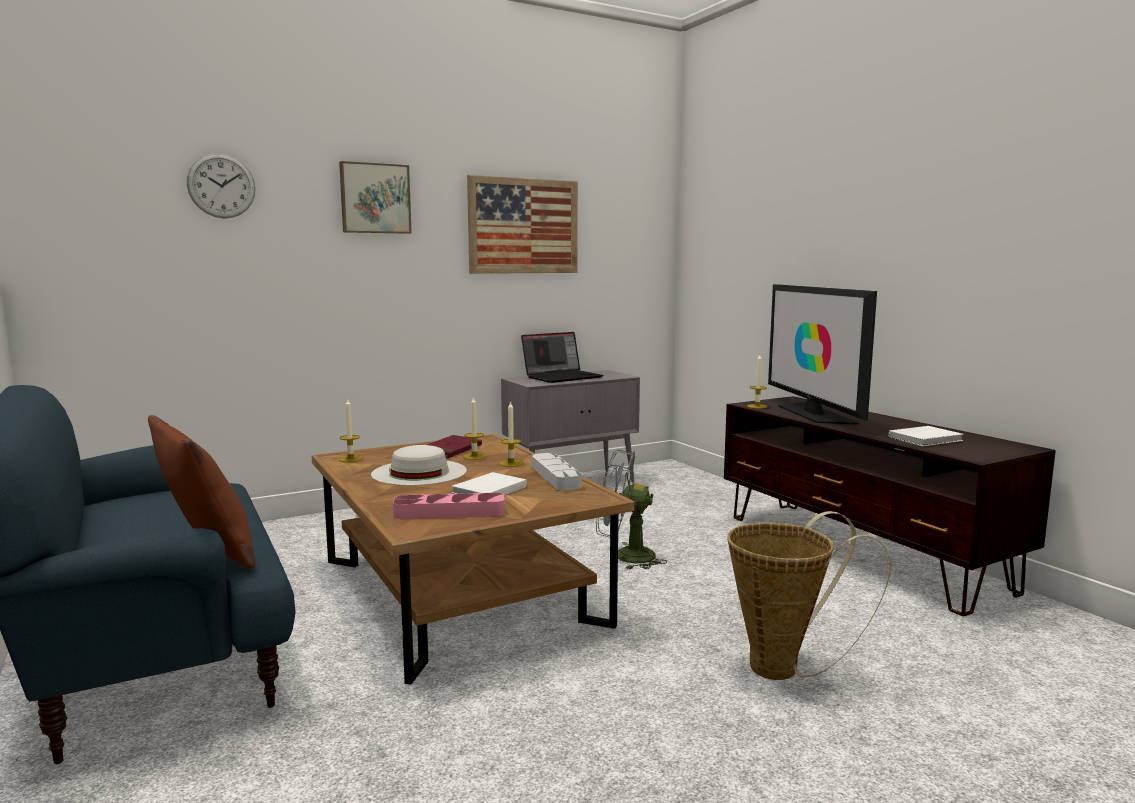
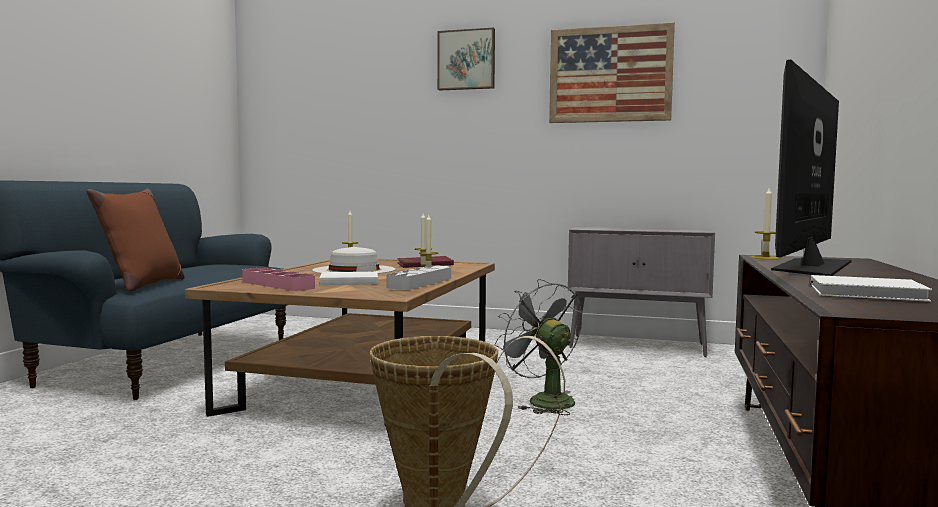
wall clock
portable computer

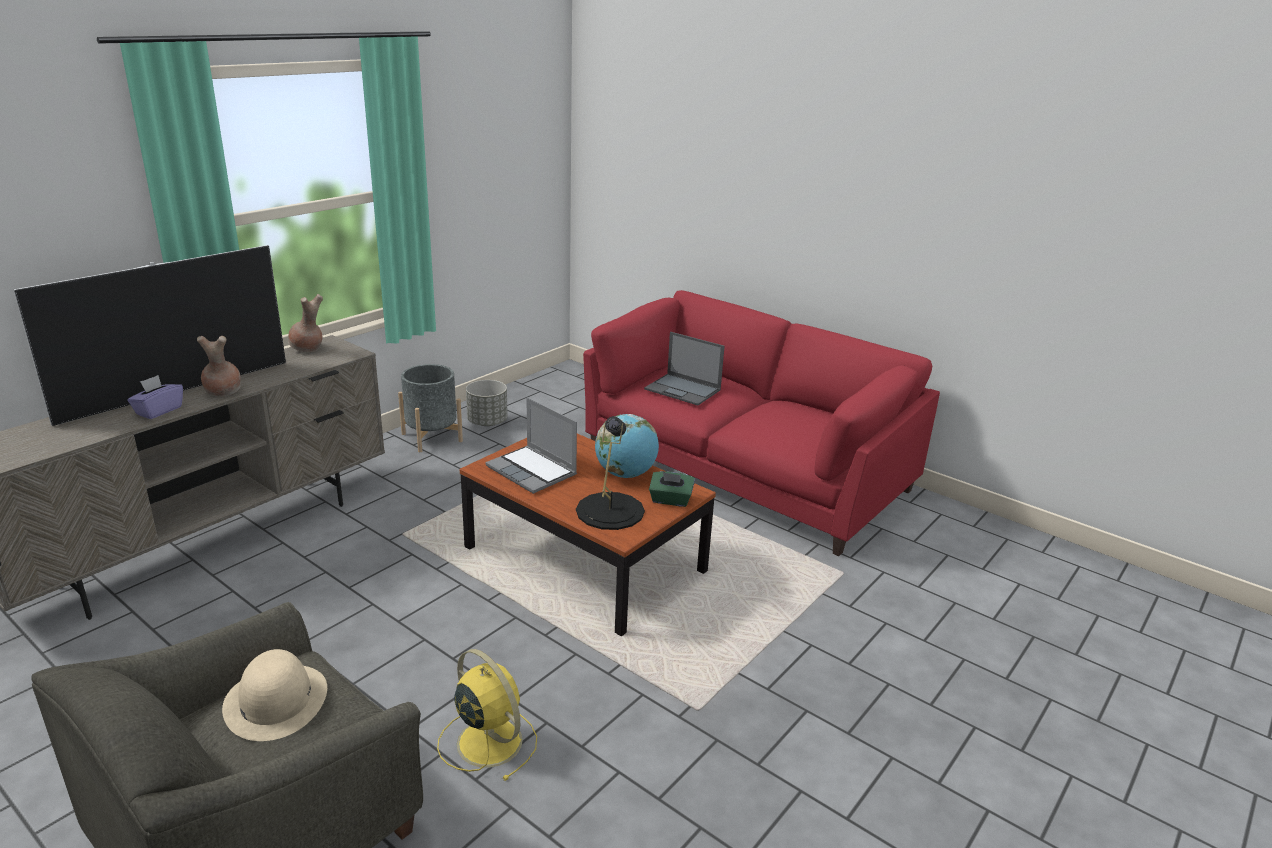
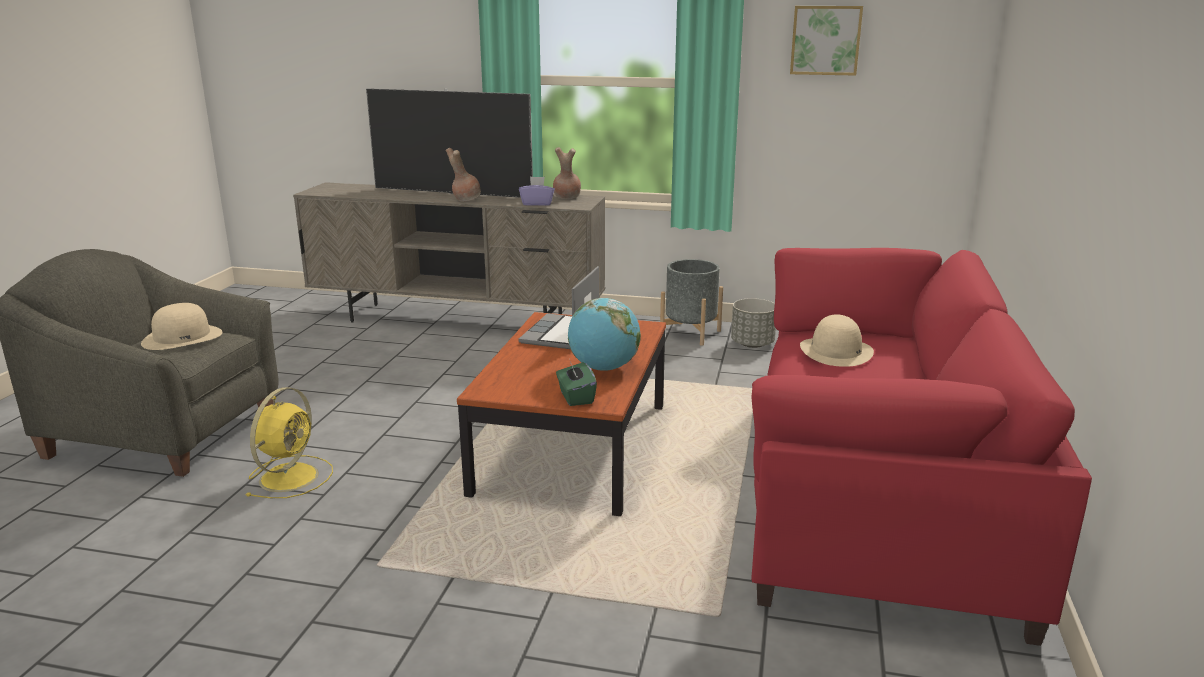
beige hat (2nd from left)
purple tissue box
black-coloured table lamp
picture

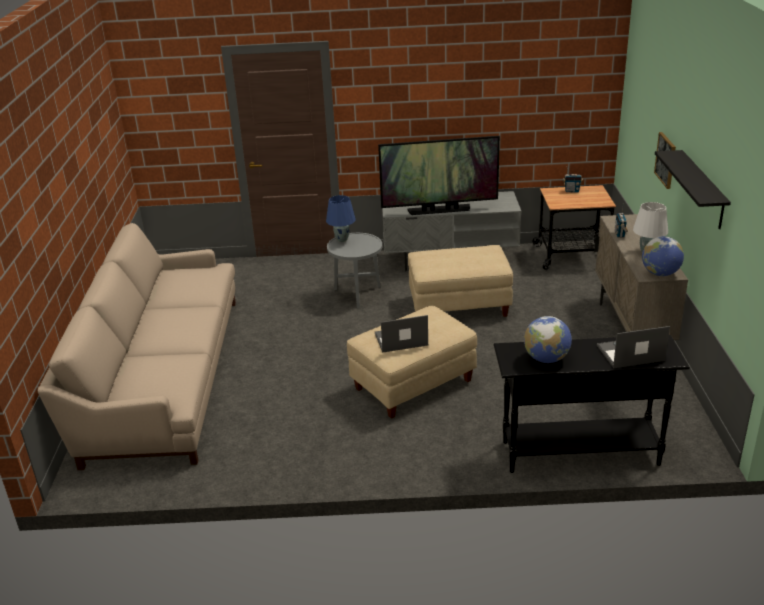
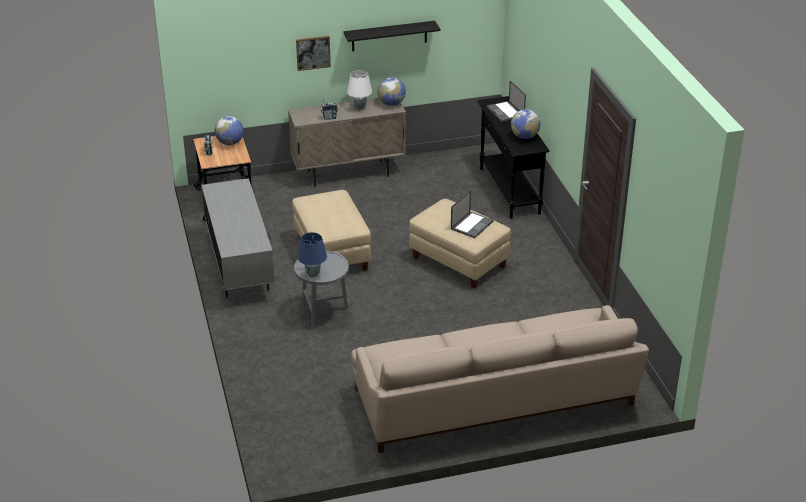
television
portable computer (1st from left)
desk globe (1st from left)

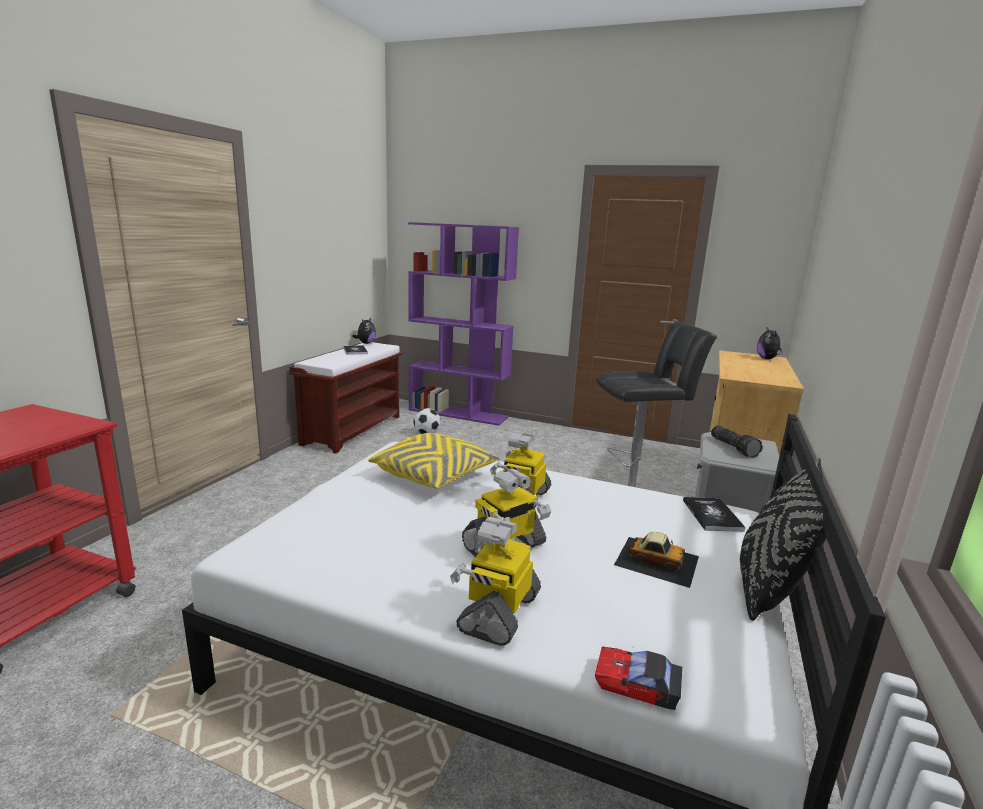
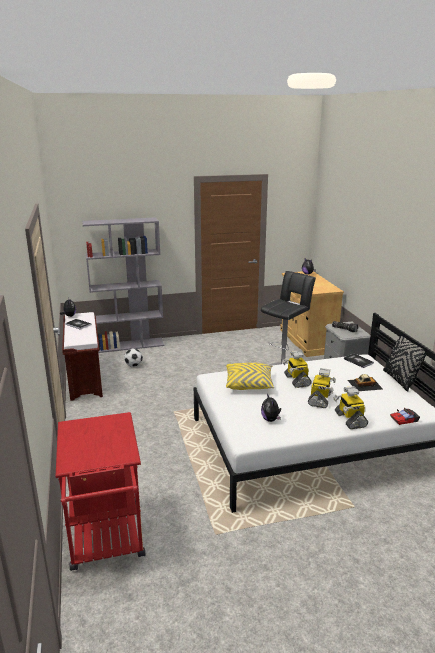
gray bookcase
plush toy (2nd from left)

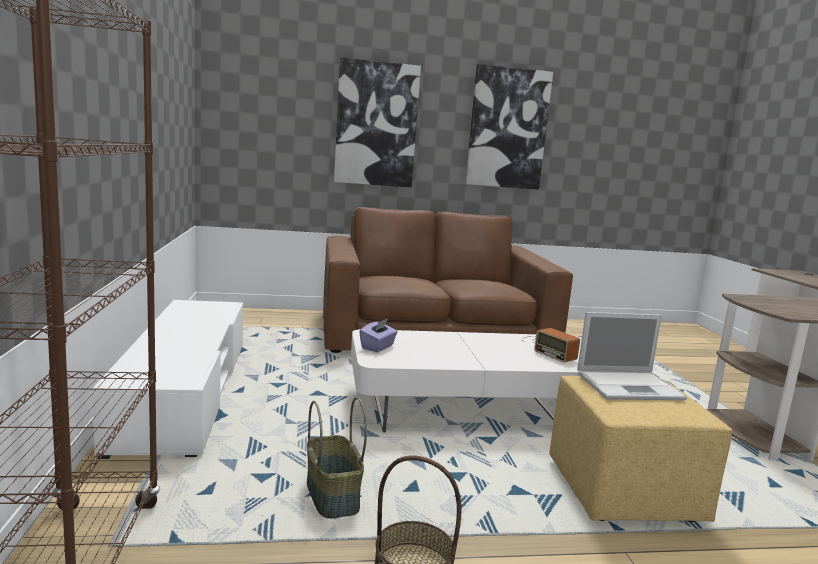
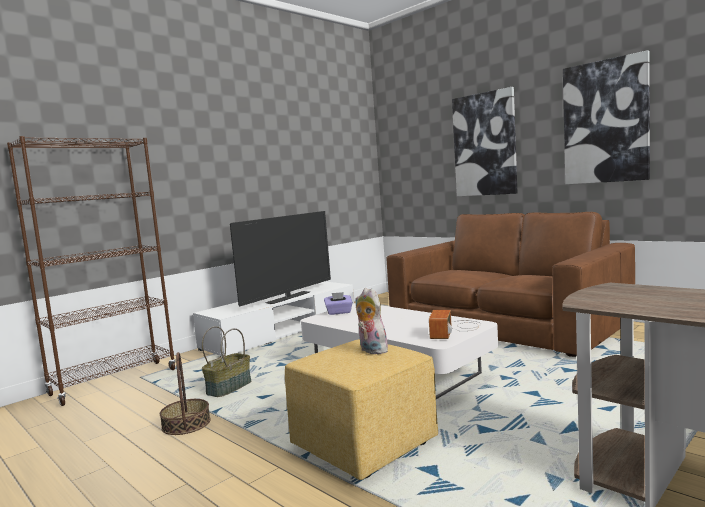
plush toy
television

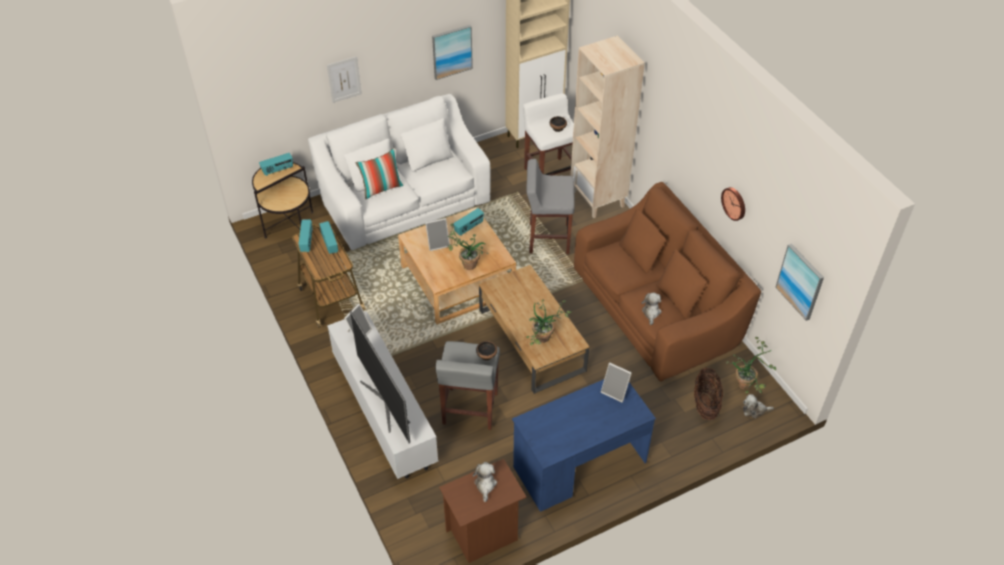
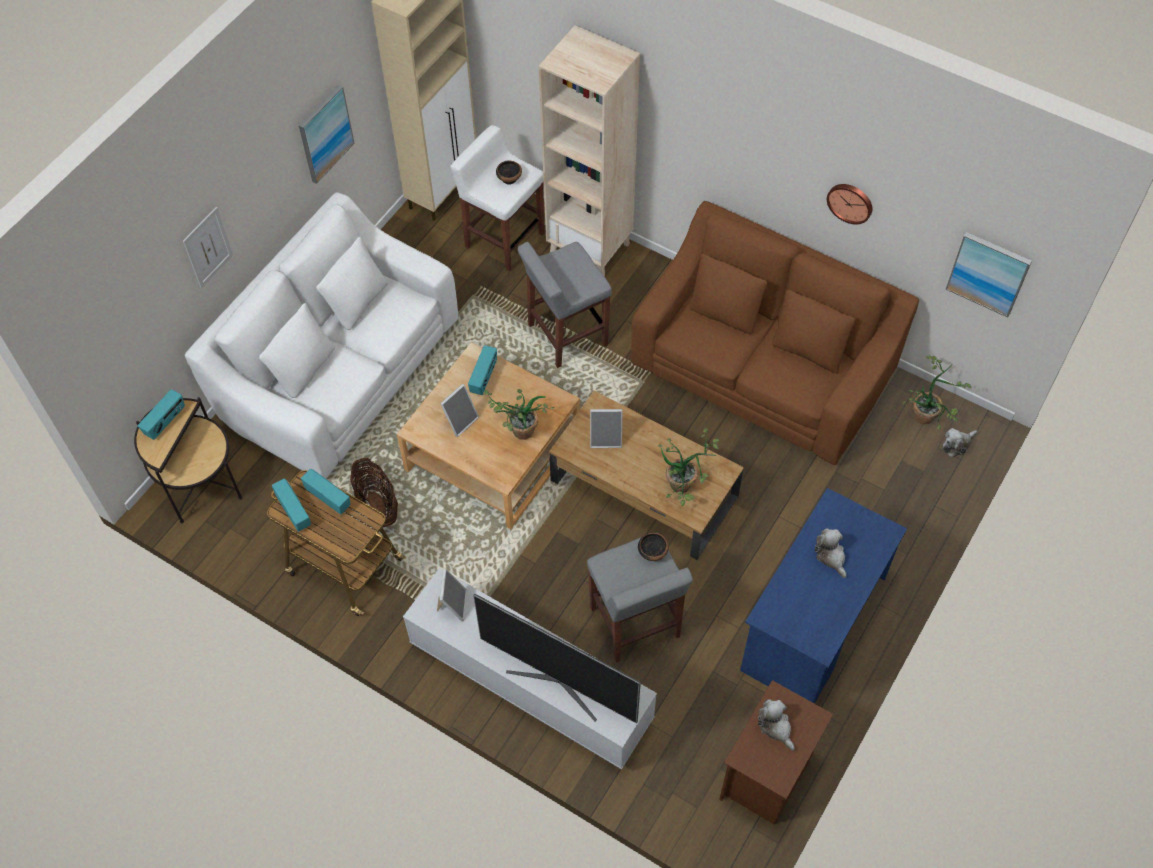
throw pillow
plush toy (2nd from left)
picture frame (3rd from left)
storage basket

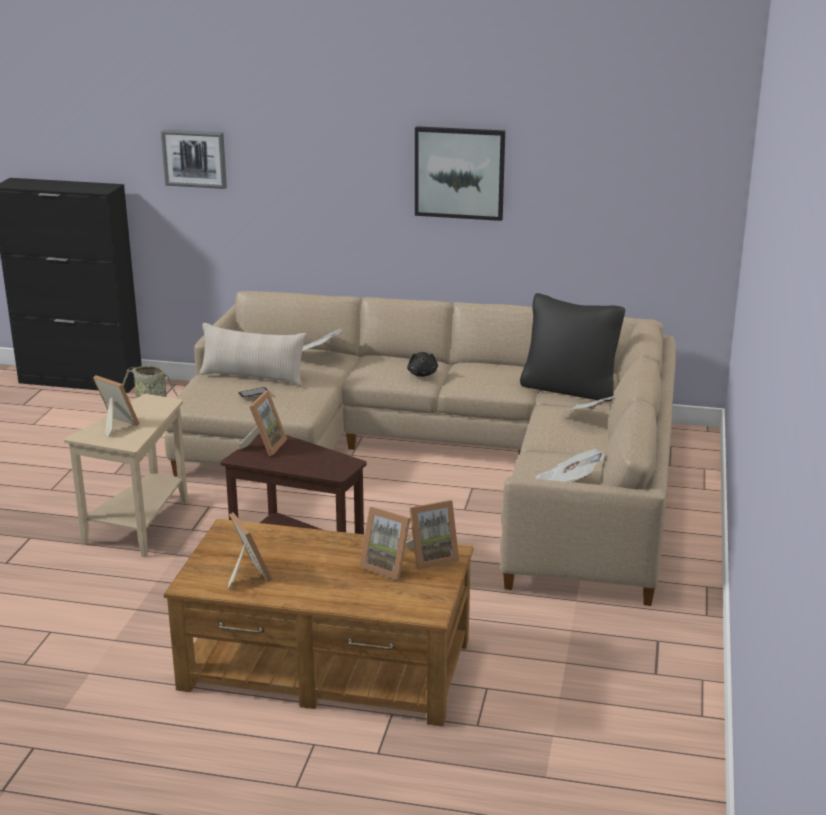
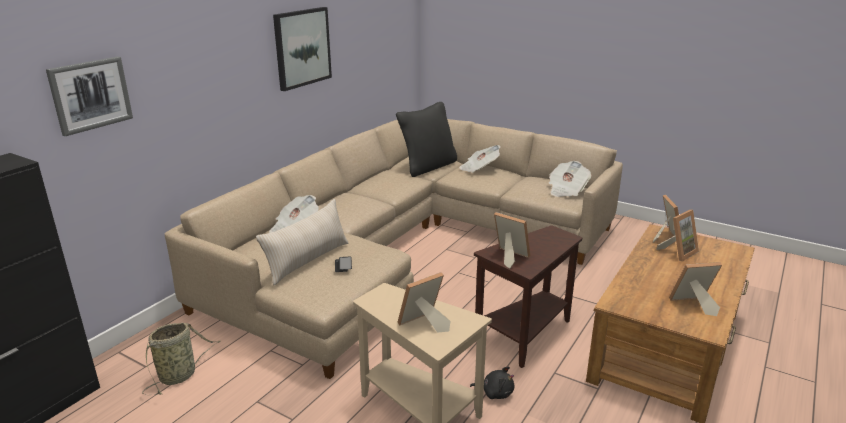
black-coloured plush toy

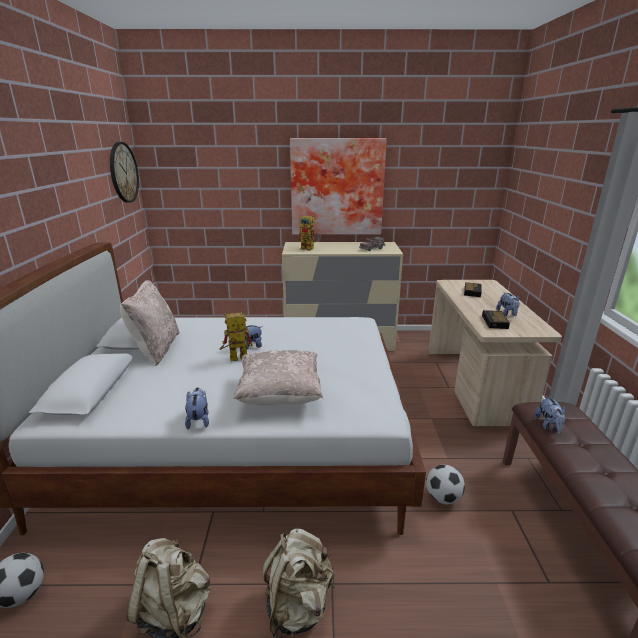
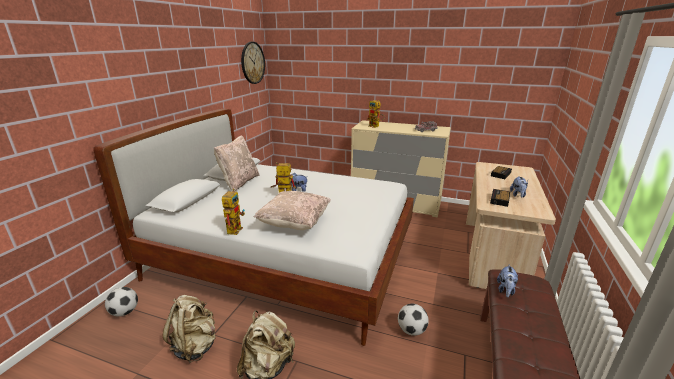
picture
toy robot (1st from left)

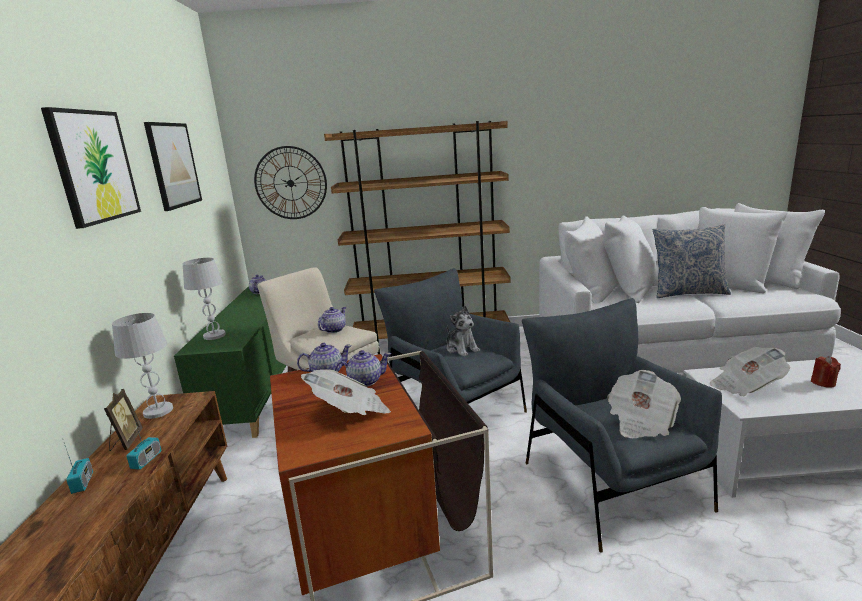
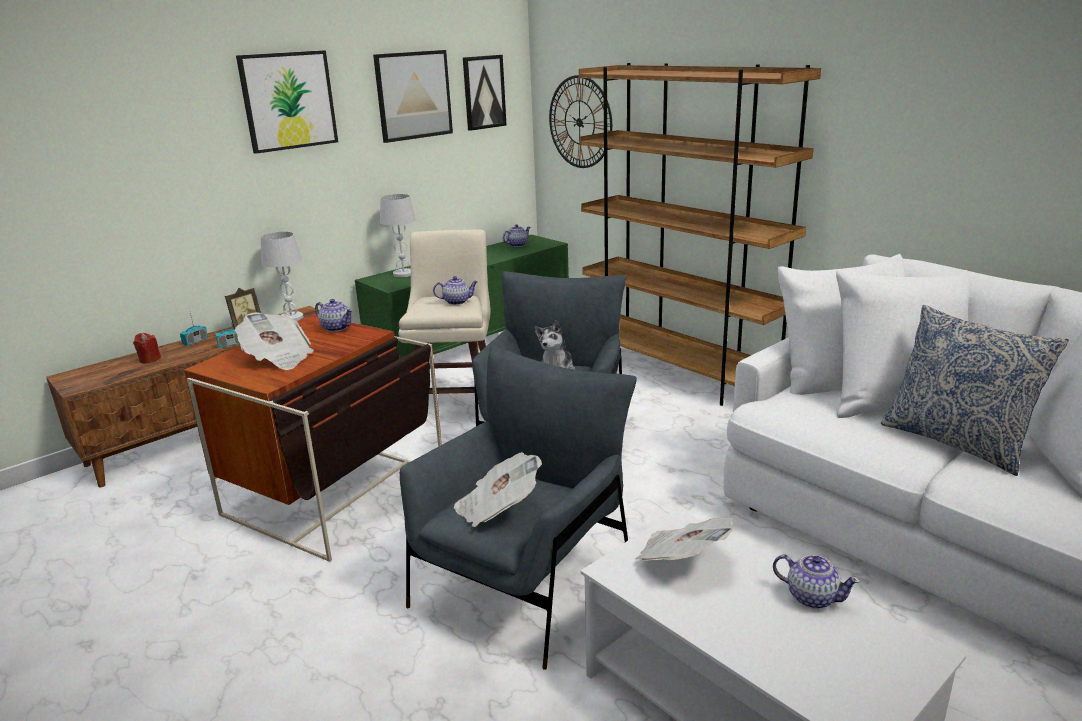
pot for tea (4th from left)
reddish wax candle
picture (3rd from left)

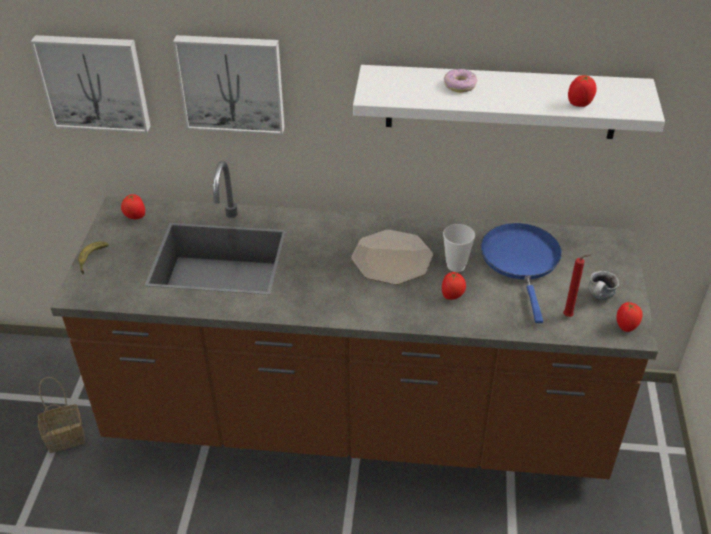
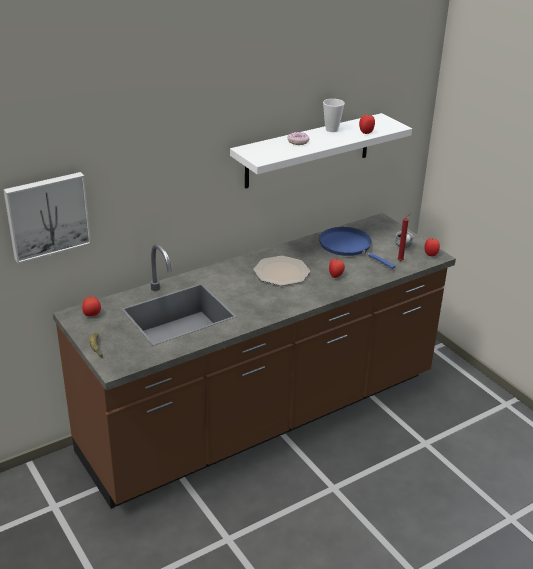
picture (2nd from left in the first image)
cup
storage basket

